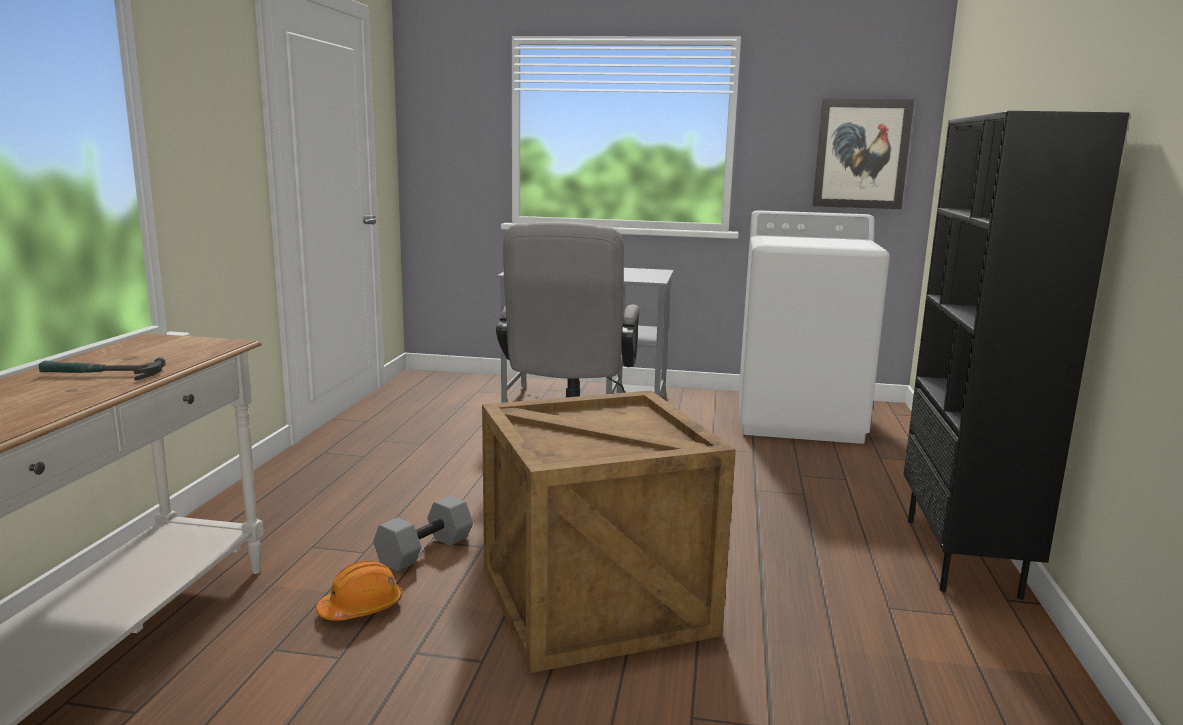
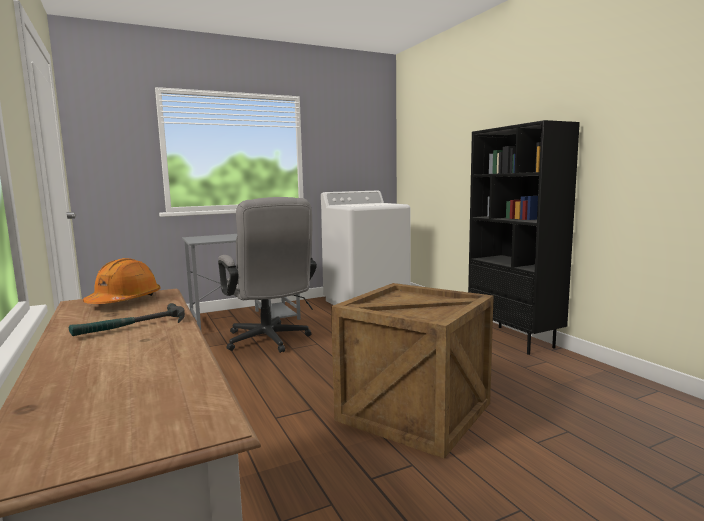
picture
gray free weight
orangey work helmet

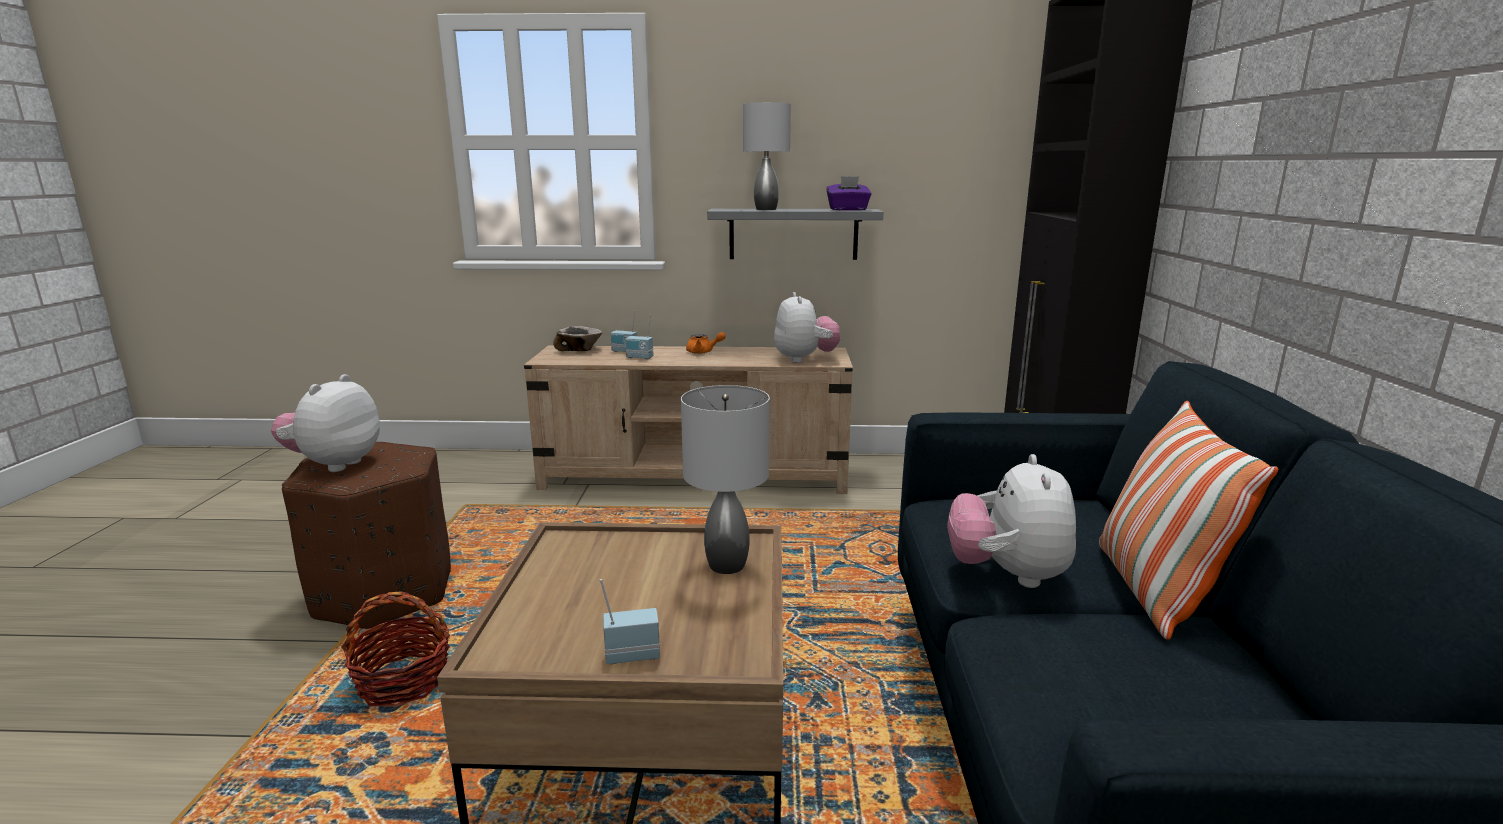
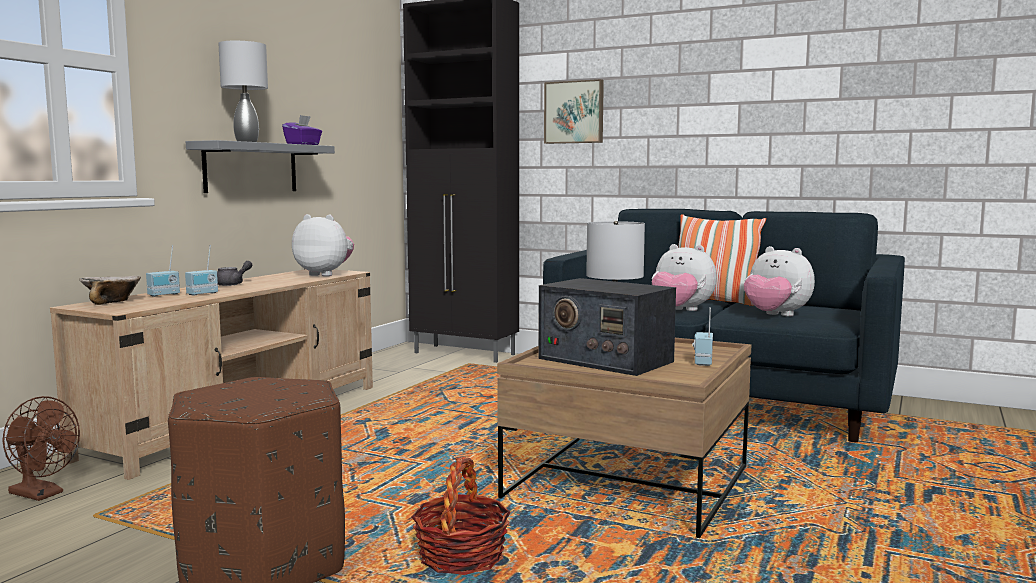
gray pot for tea
plush toy (3rd from left)
picture
radio set (3rd from left)
brown cooling fan

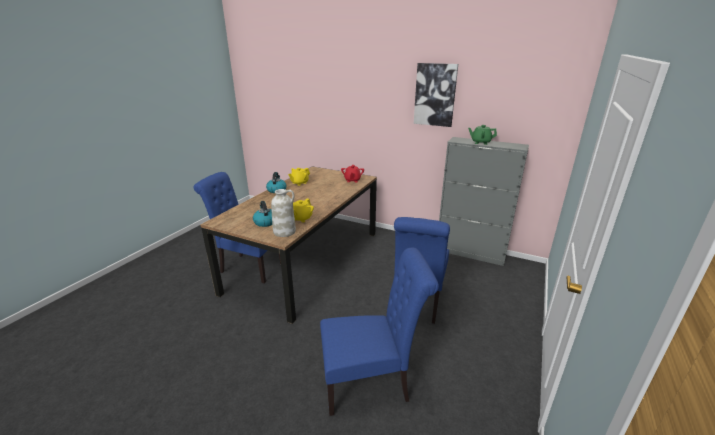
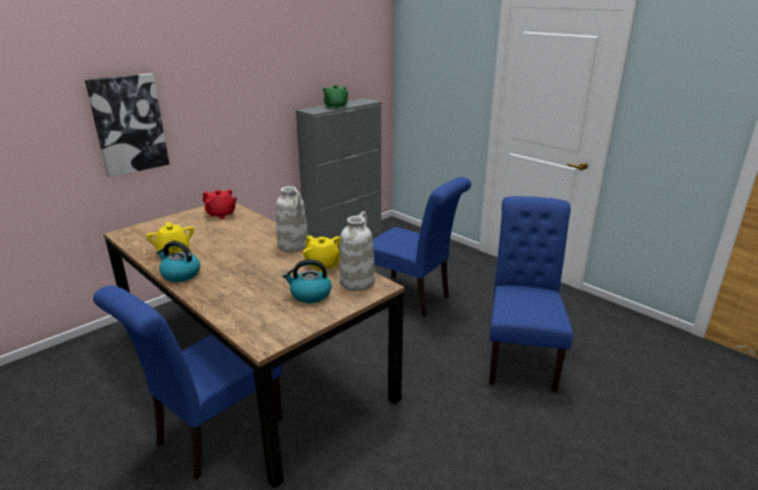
picture
white-coloured vase (1st from left)

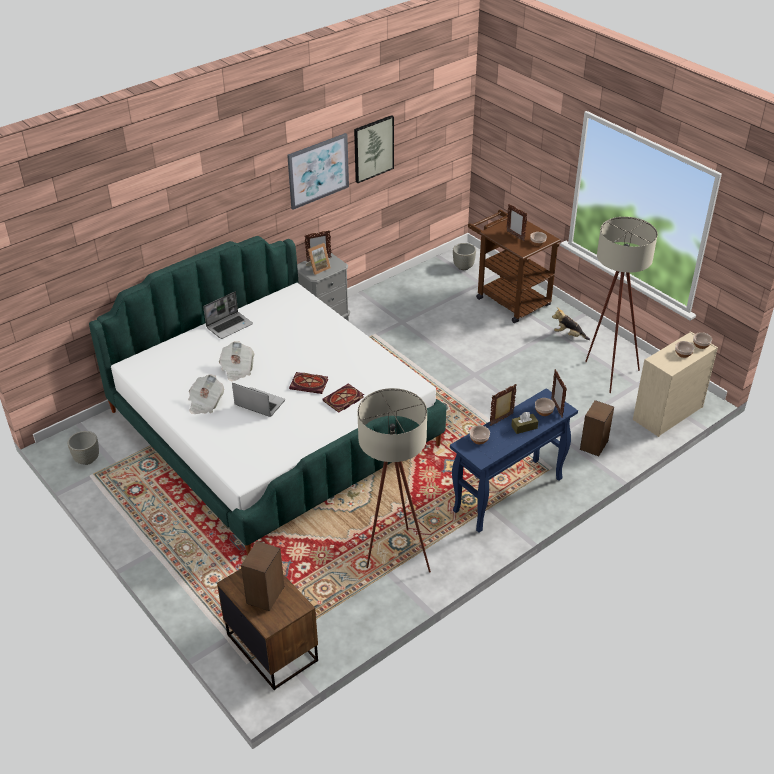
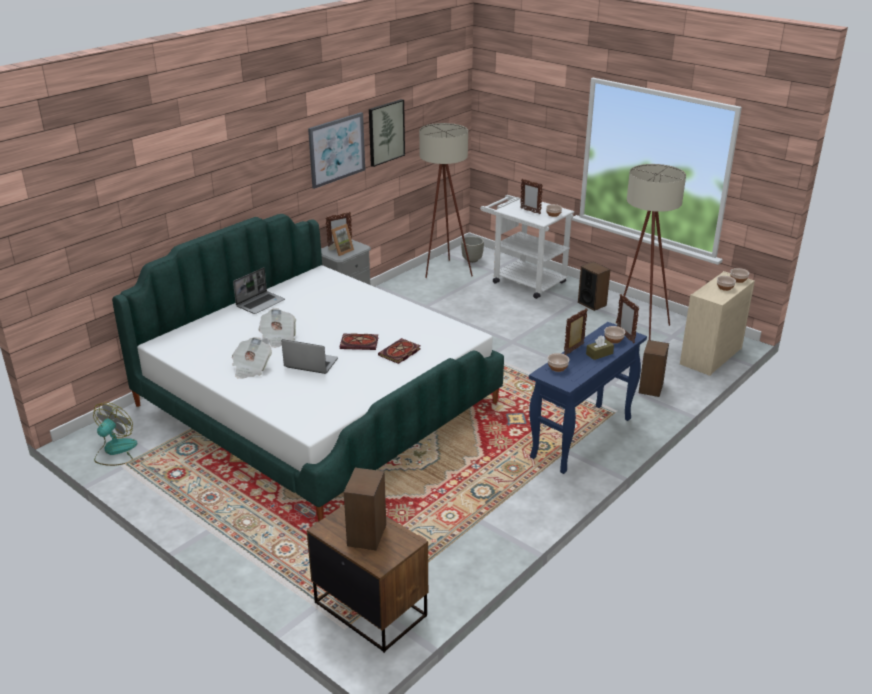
white-coloured wheeled cart
loudspeaker (2nd from left)
beige standing lamp (1st from left)
cooling fan

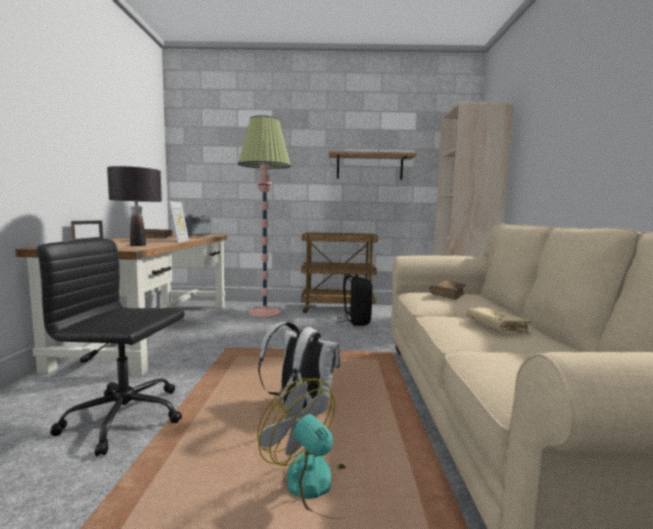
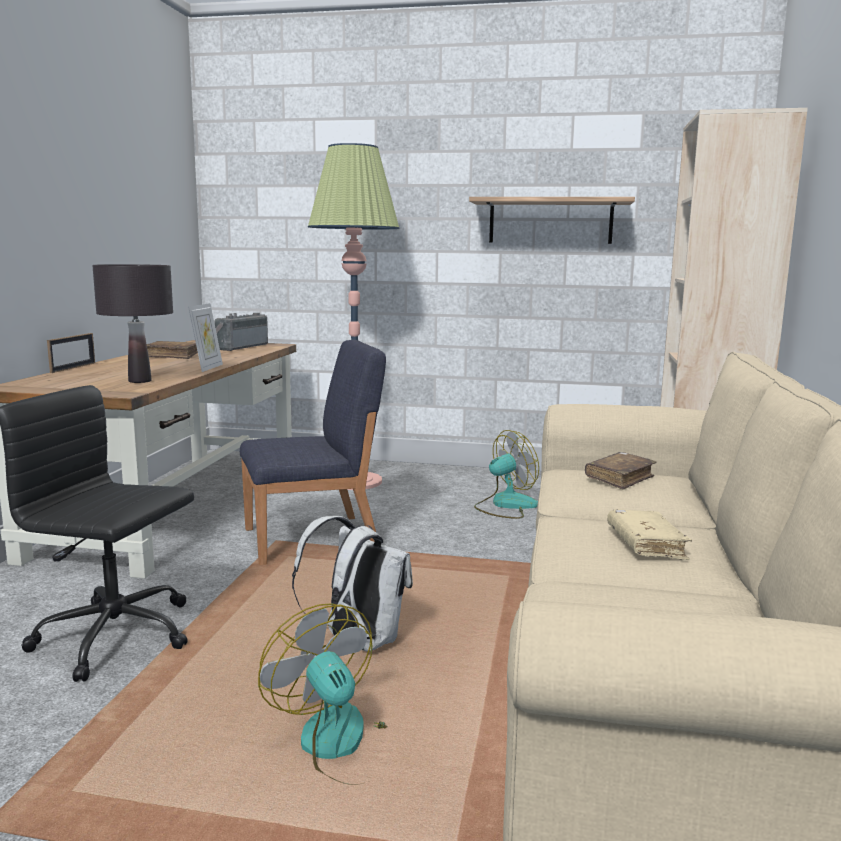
brown wheeled cart
cooling fan (2nd from left)
blue-coloured chair

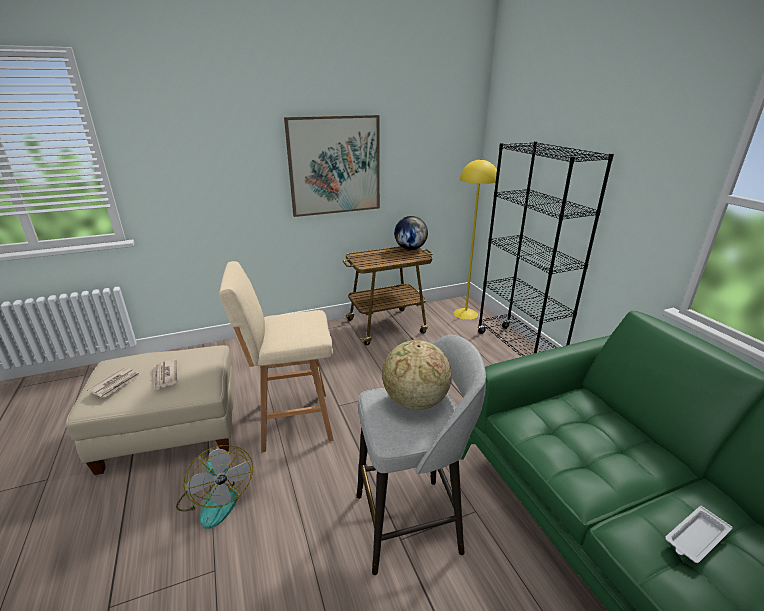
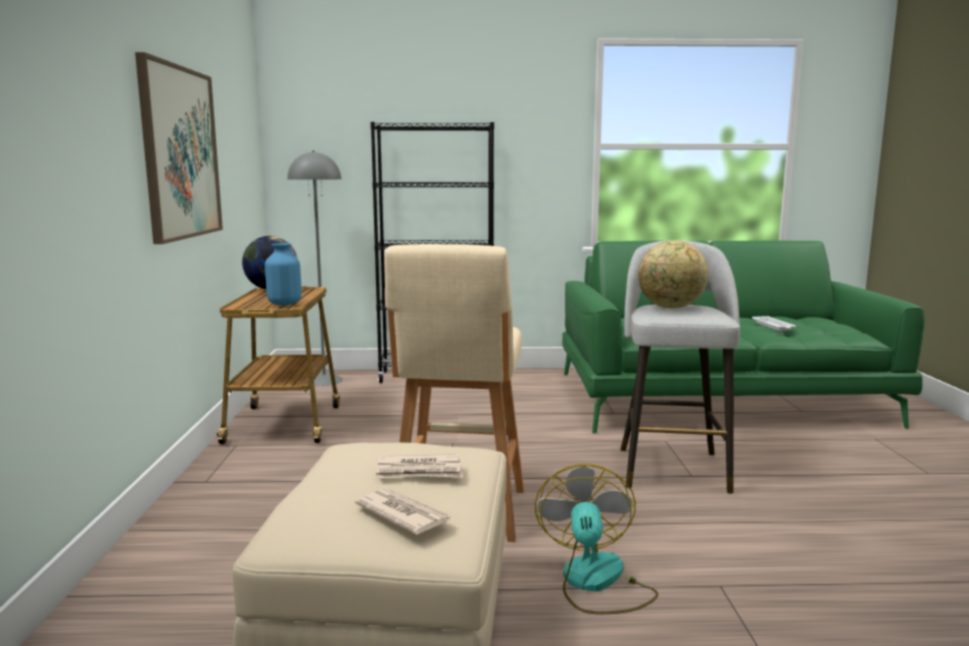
gray standing lamp
cooling fan
blue-coloured vase

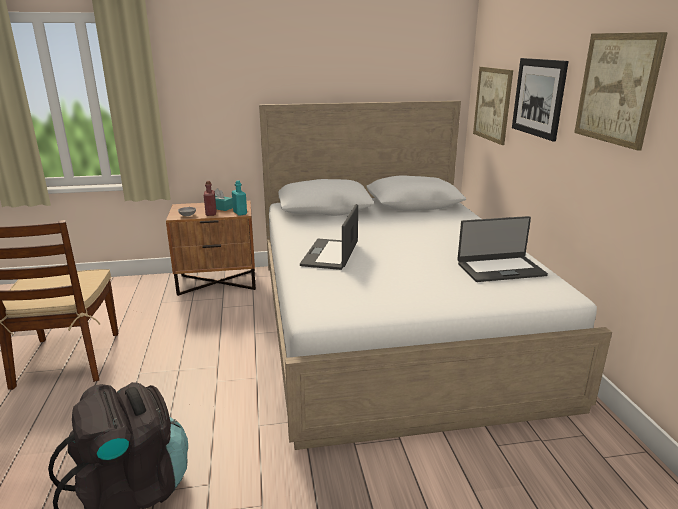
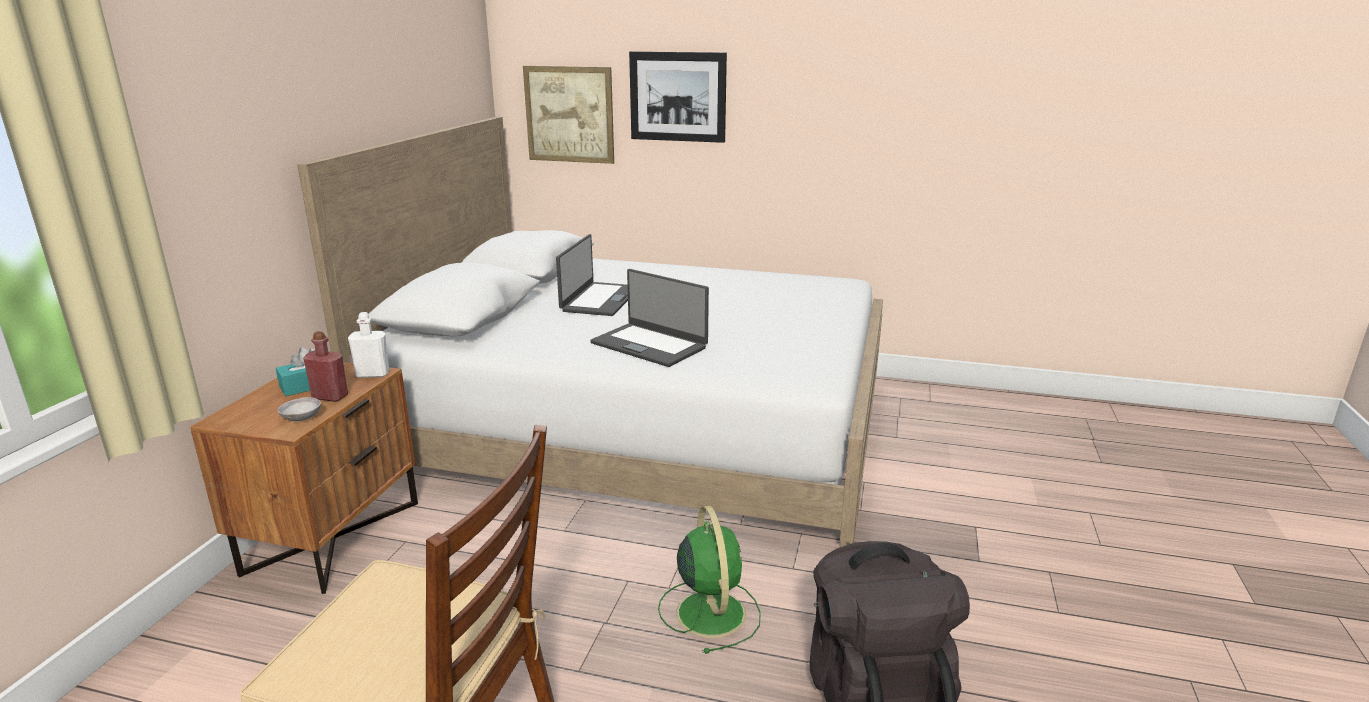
picture (3rd from left in the first image)
white-coloured drink bottle
portable computer (1st from left)
green-coloured cooling fan

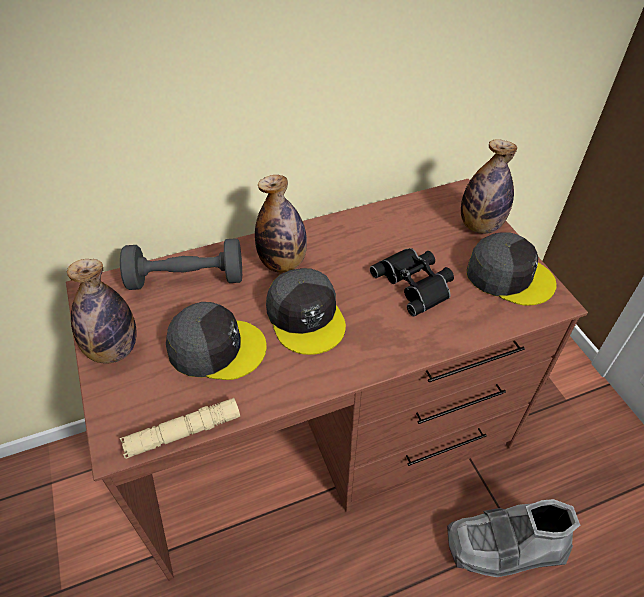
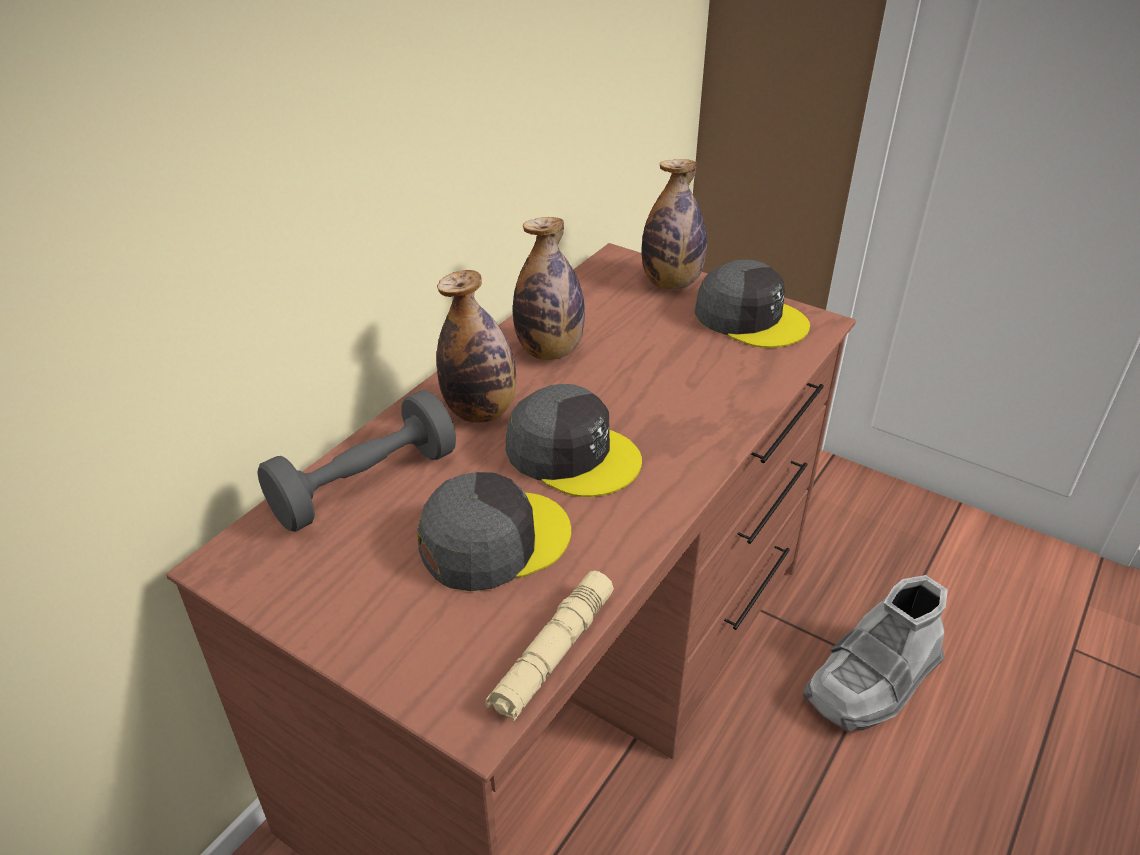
gray baseball cap (3rd from left)
black-coloured binoculars
drink bottle (2nd from left)

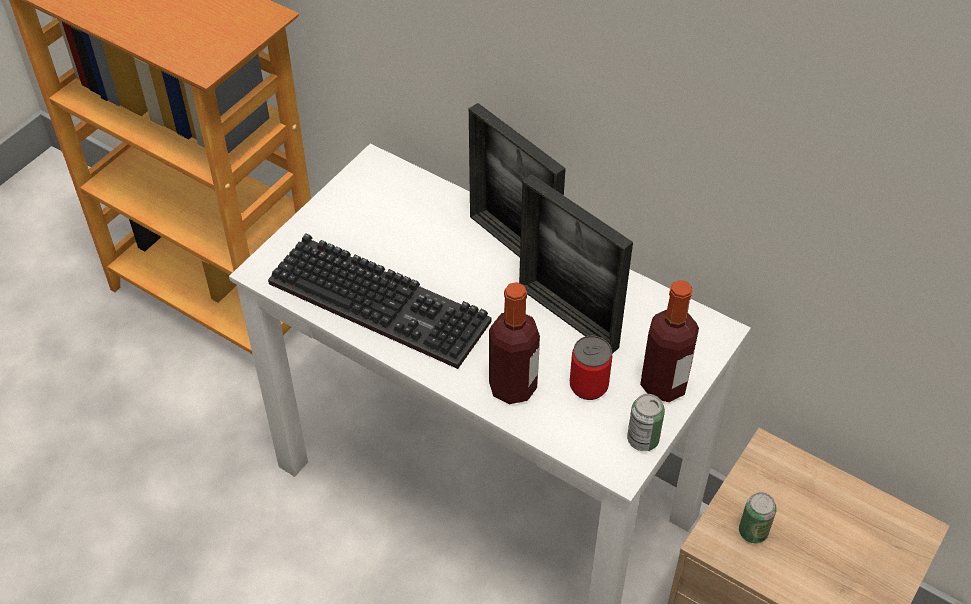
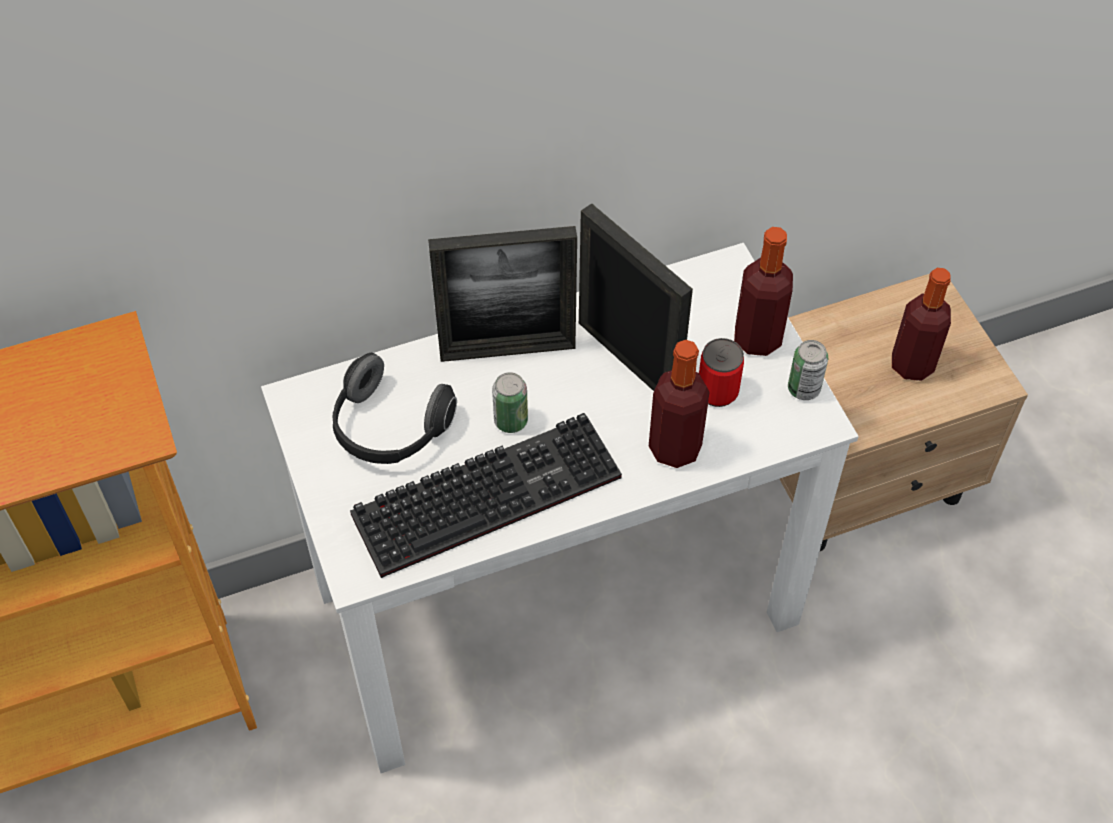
picture frame (2nd from left)
sealed can (1st from left)
drink bottle (3rd from left)
headphones

